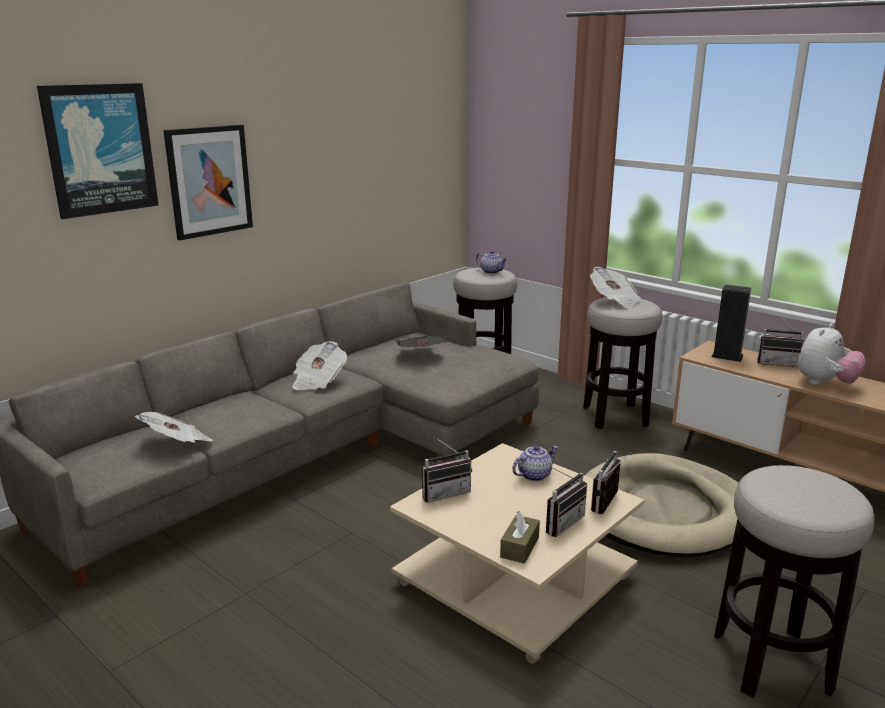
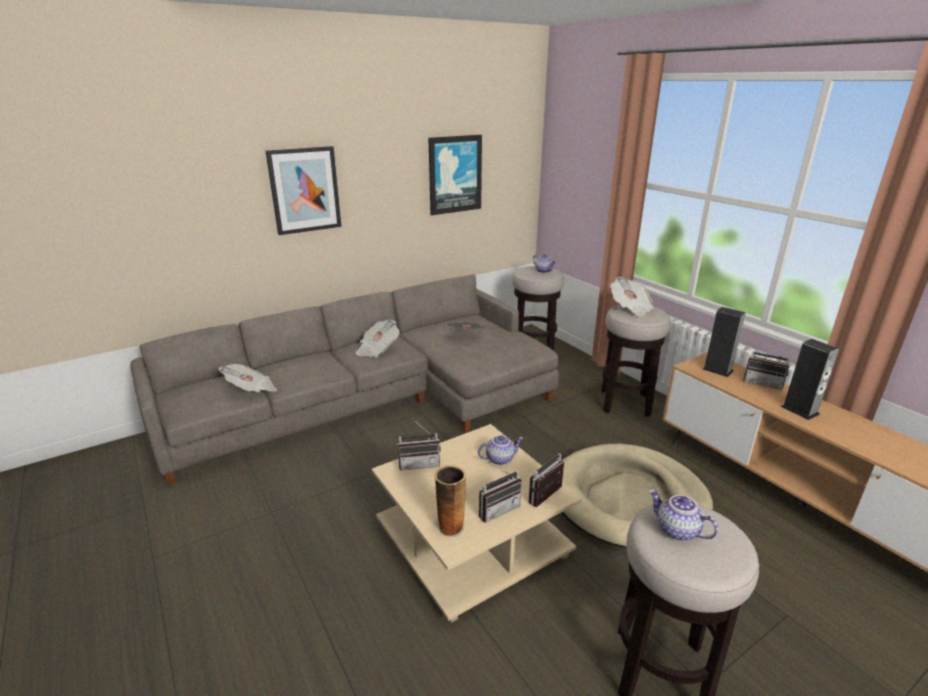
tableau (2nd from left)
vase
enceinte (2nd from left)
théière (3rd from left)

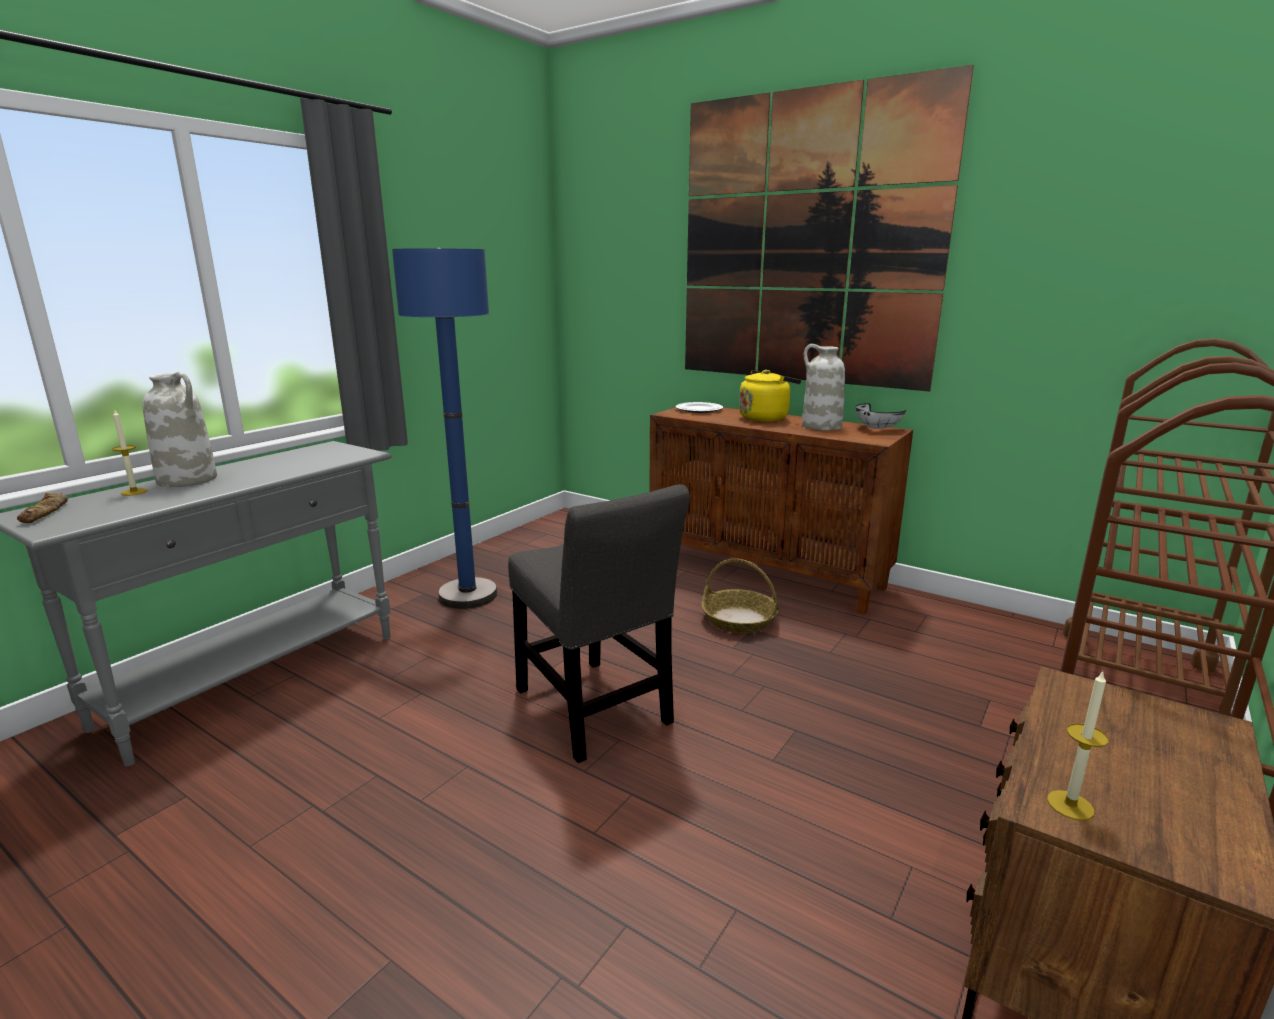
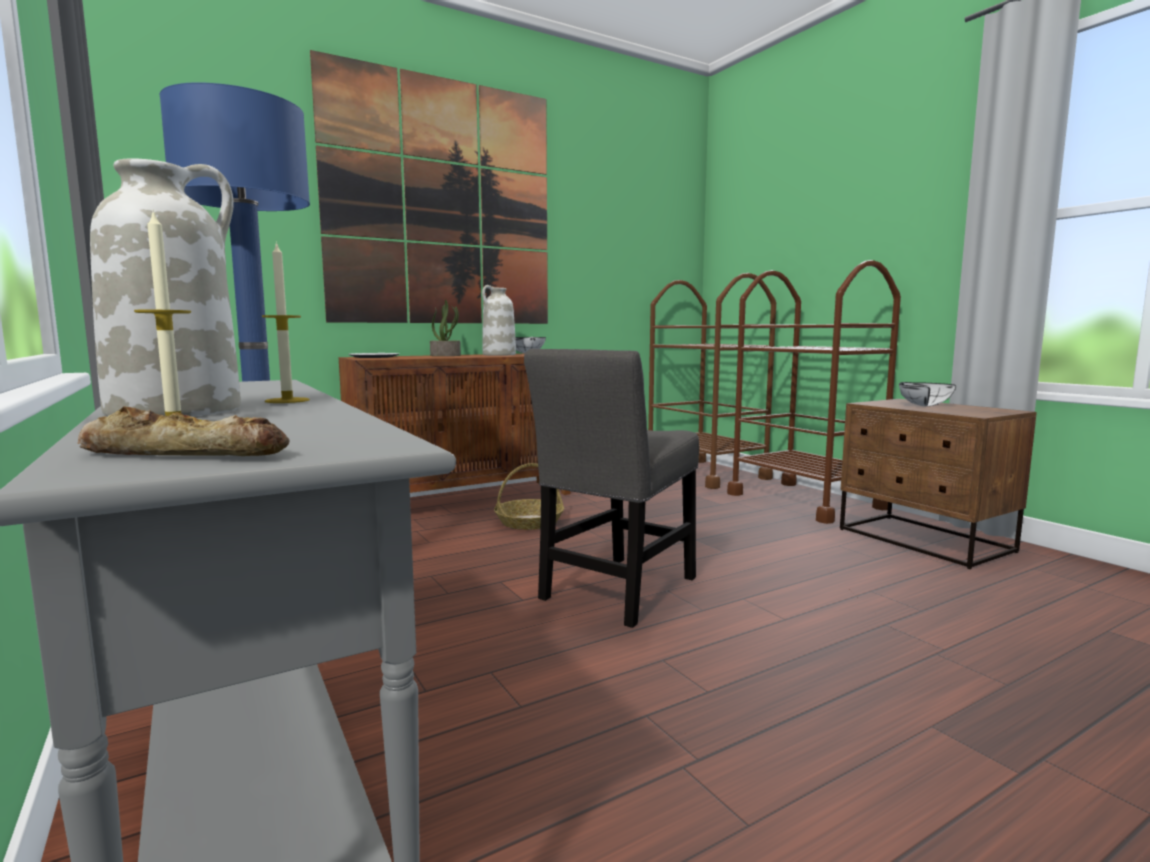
chaise/gris
plante en pot
bougie (2nd from left)
bol/blanc (2nd from left)

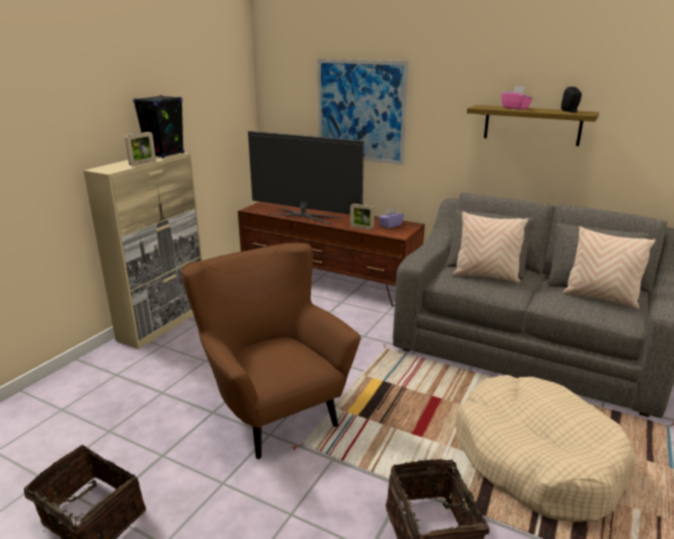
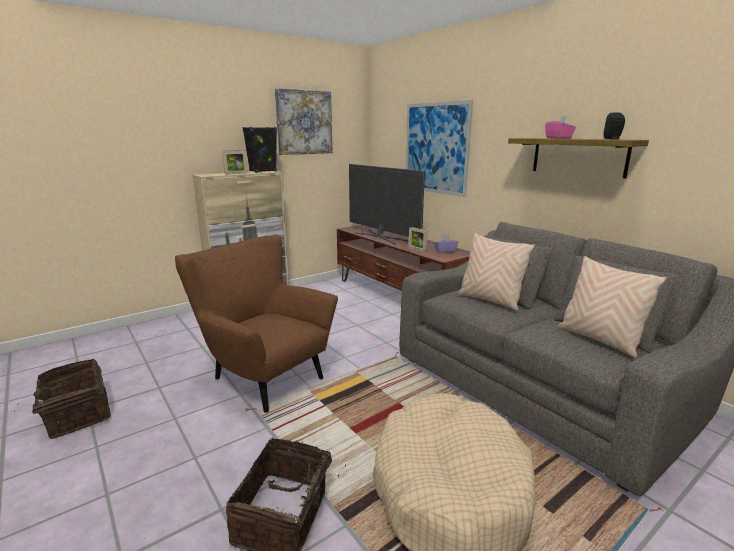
fauteuil/marron
tableau (1st from left)

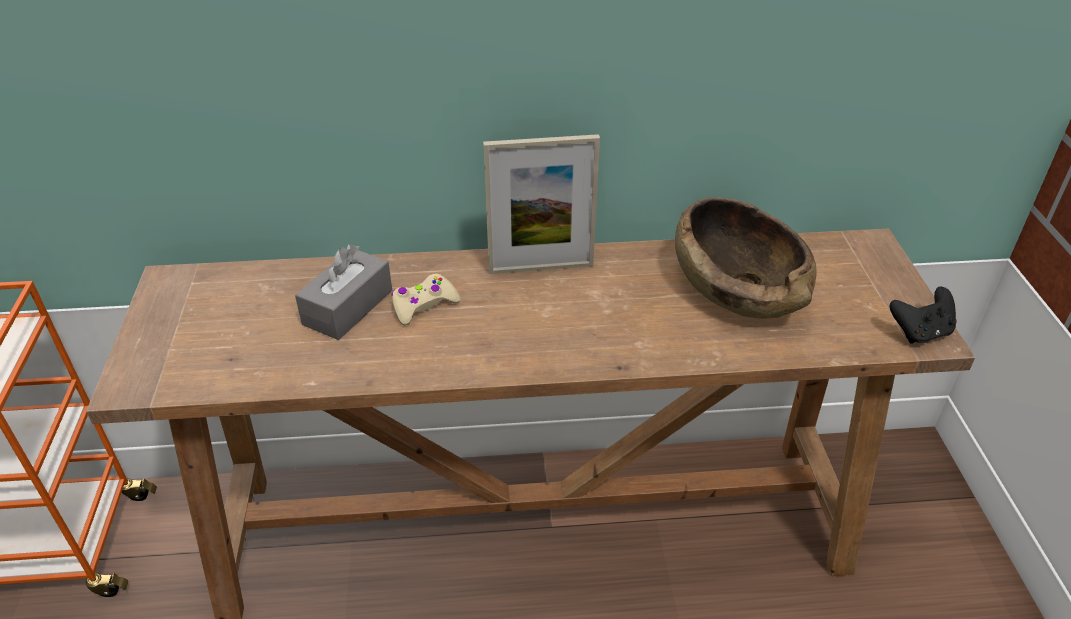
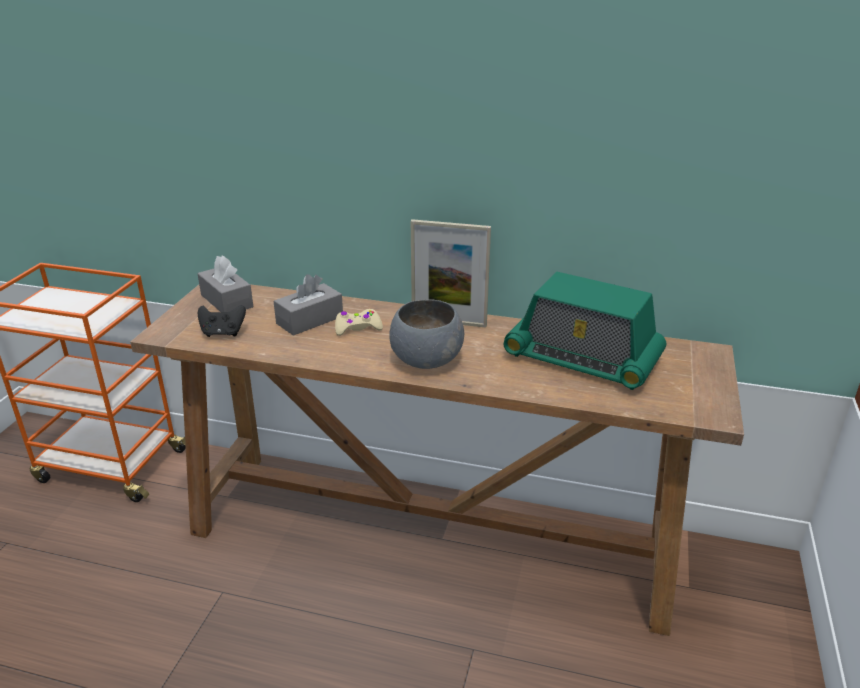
radio
manette/noir
boîte à mouchoirs/gris (1st from left)
bol/gris

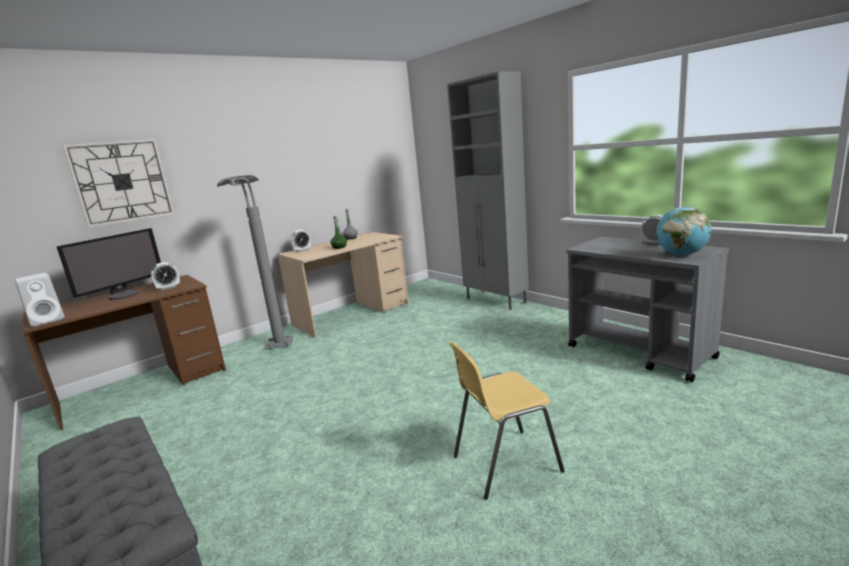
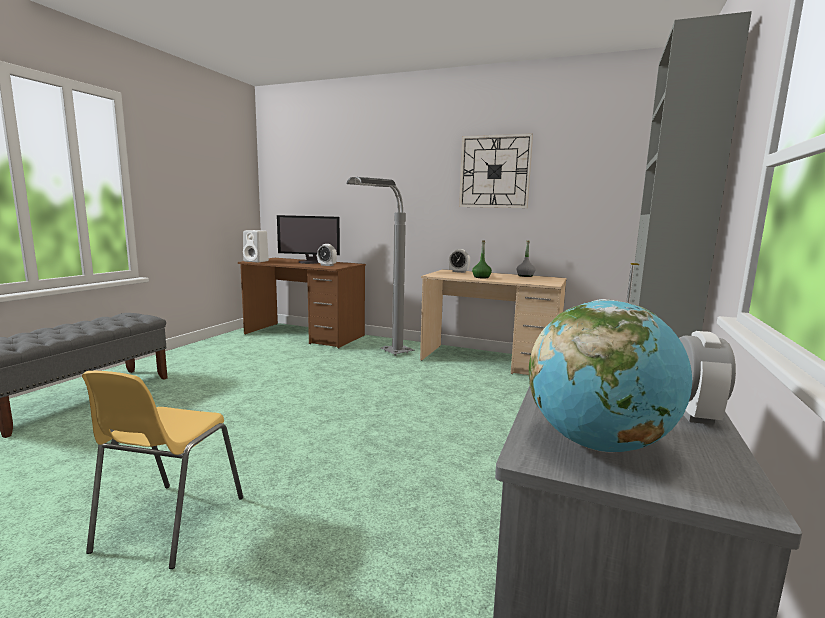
horloge murale
chaise/jaune

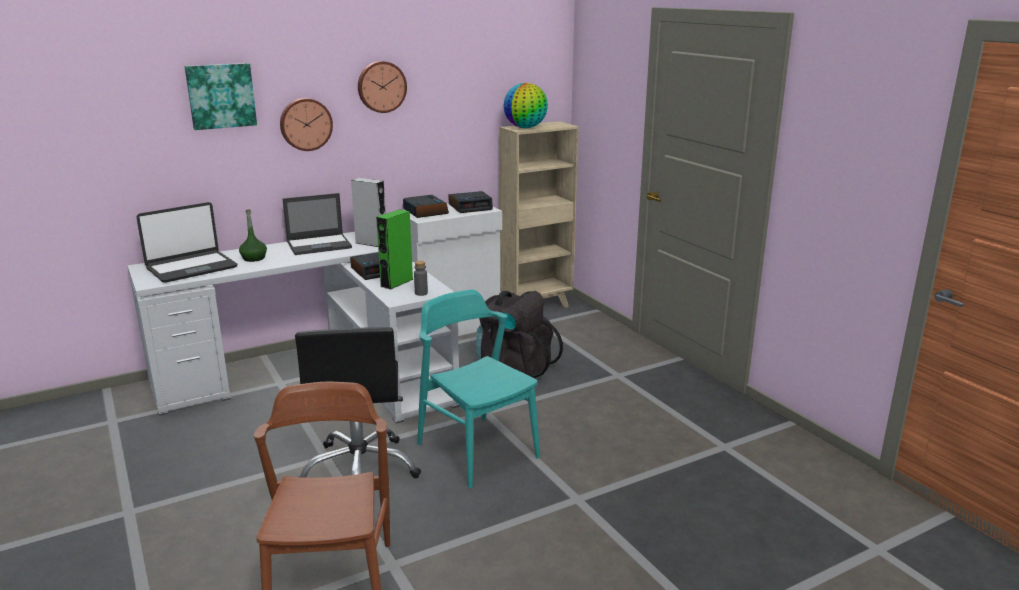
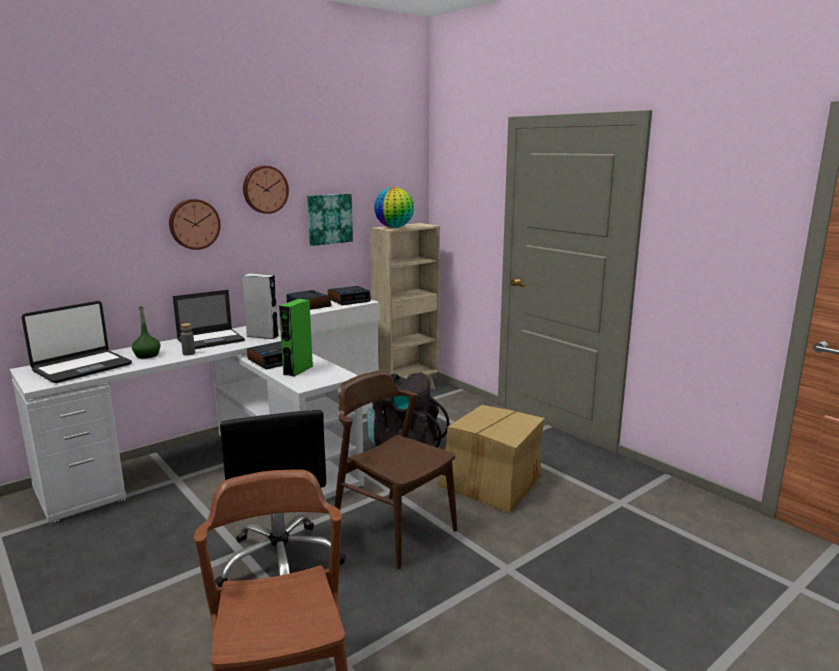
tableau
bouteille/gris
chaise/marron (2nd from left)
carton

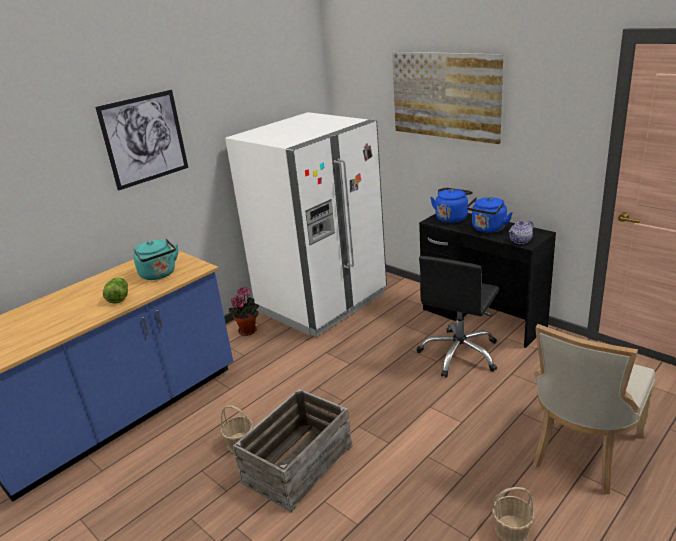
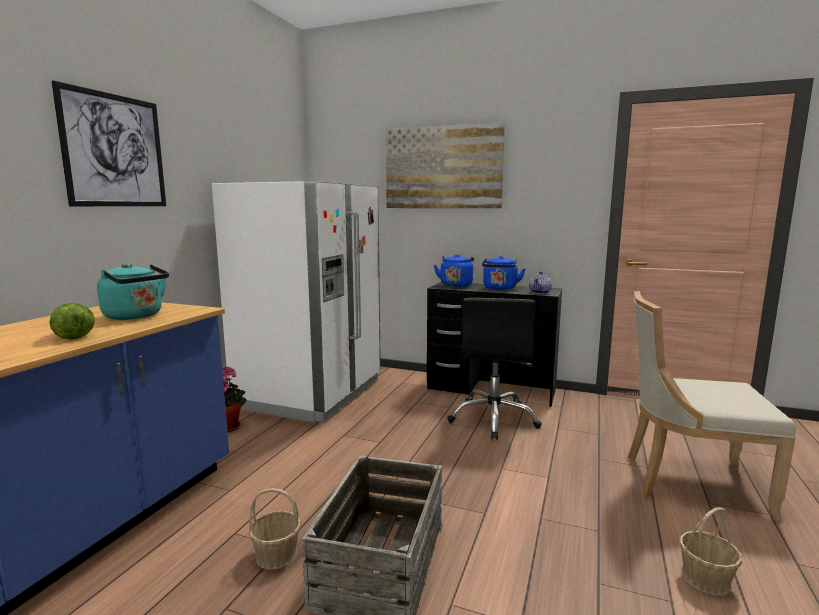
chaise/beige

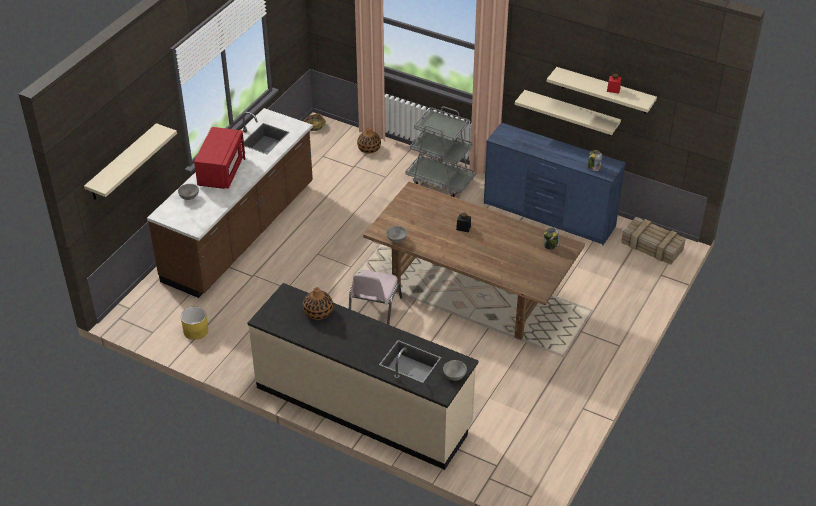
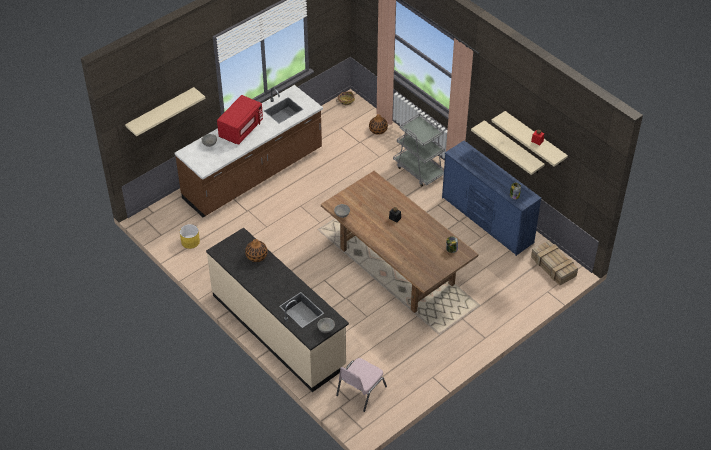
chaise/rose

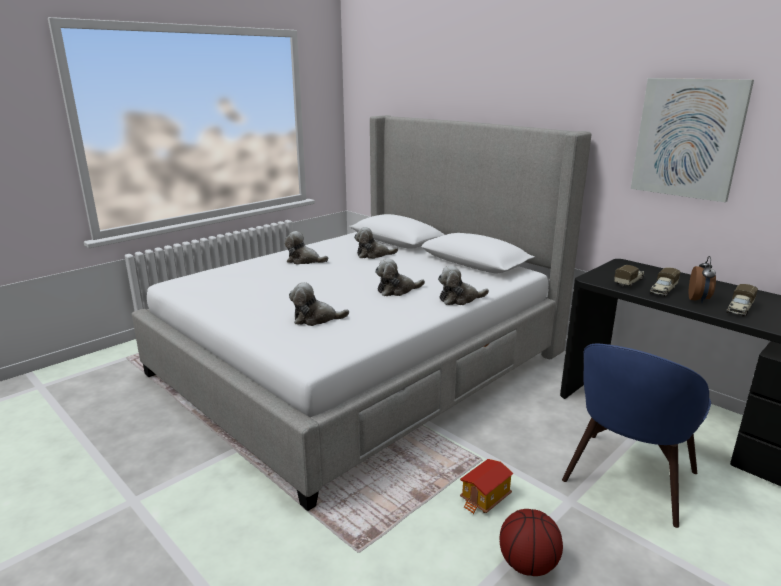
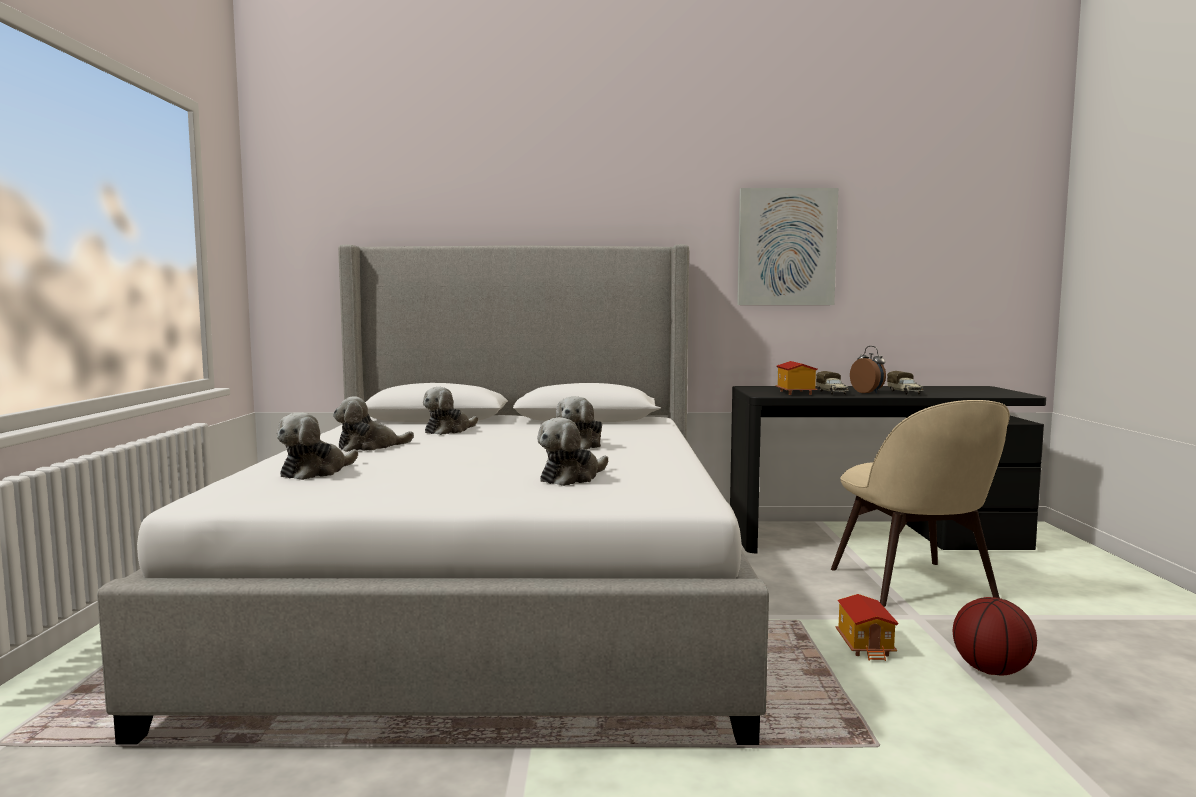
peluche (1st from left)
chaise/beige
maison miniature (1st from left)

